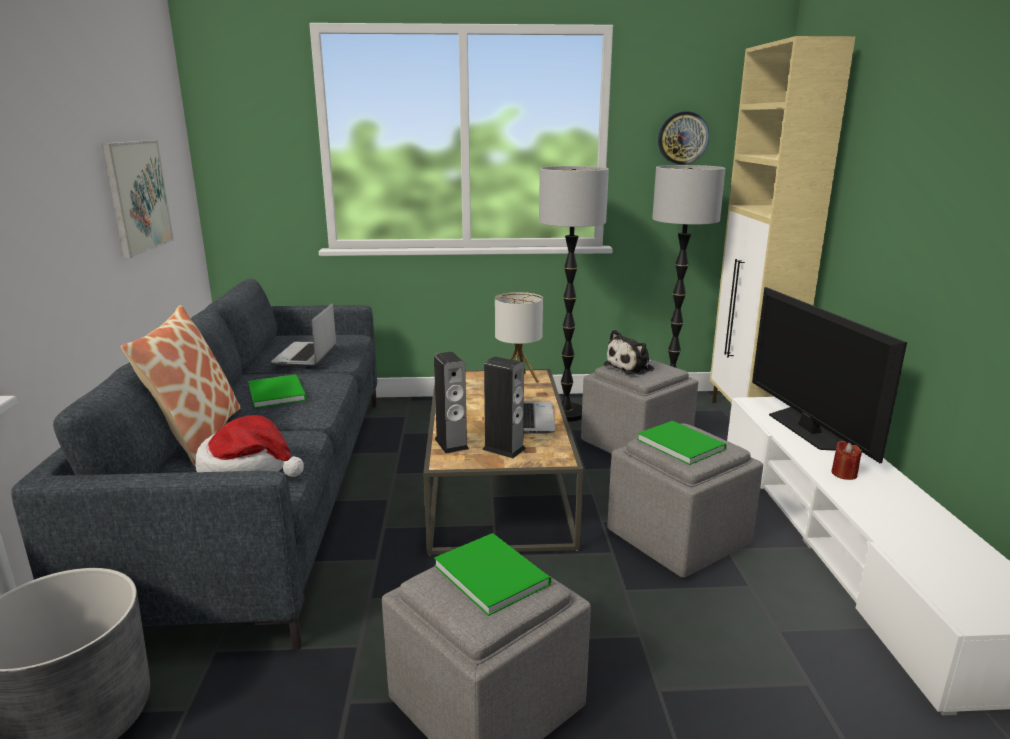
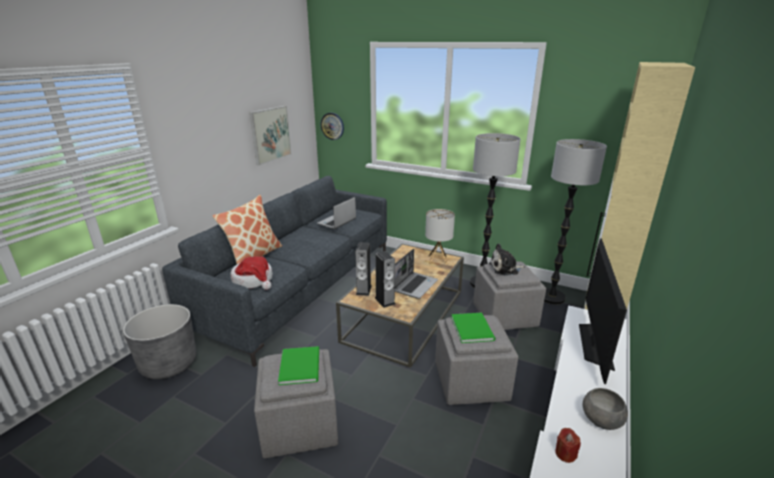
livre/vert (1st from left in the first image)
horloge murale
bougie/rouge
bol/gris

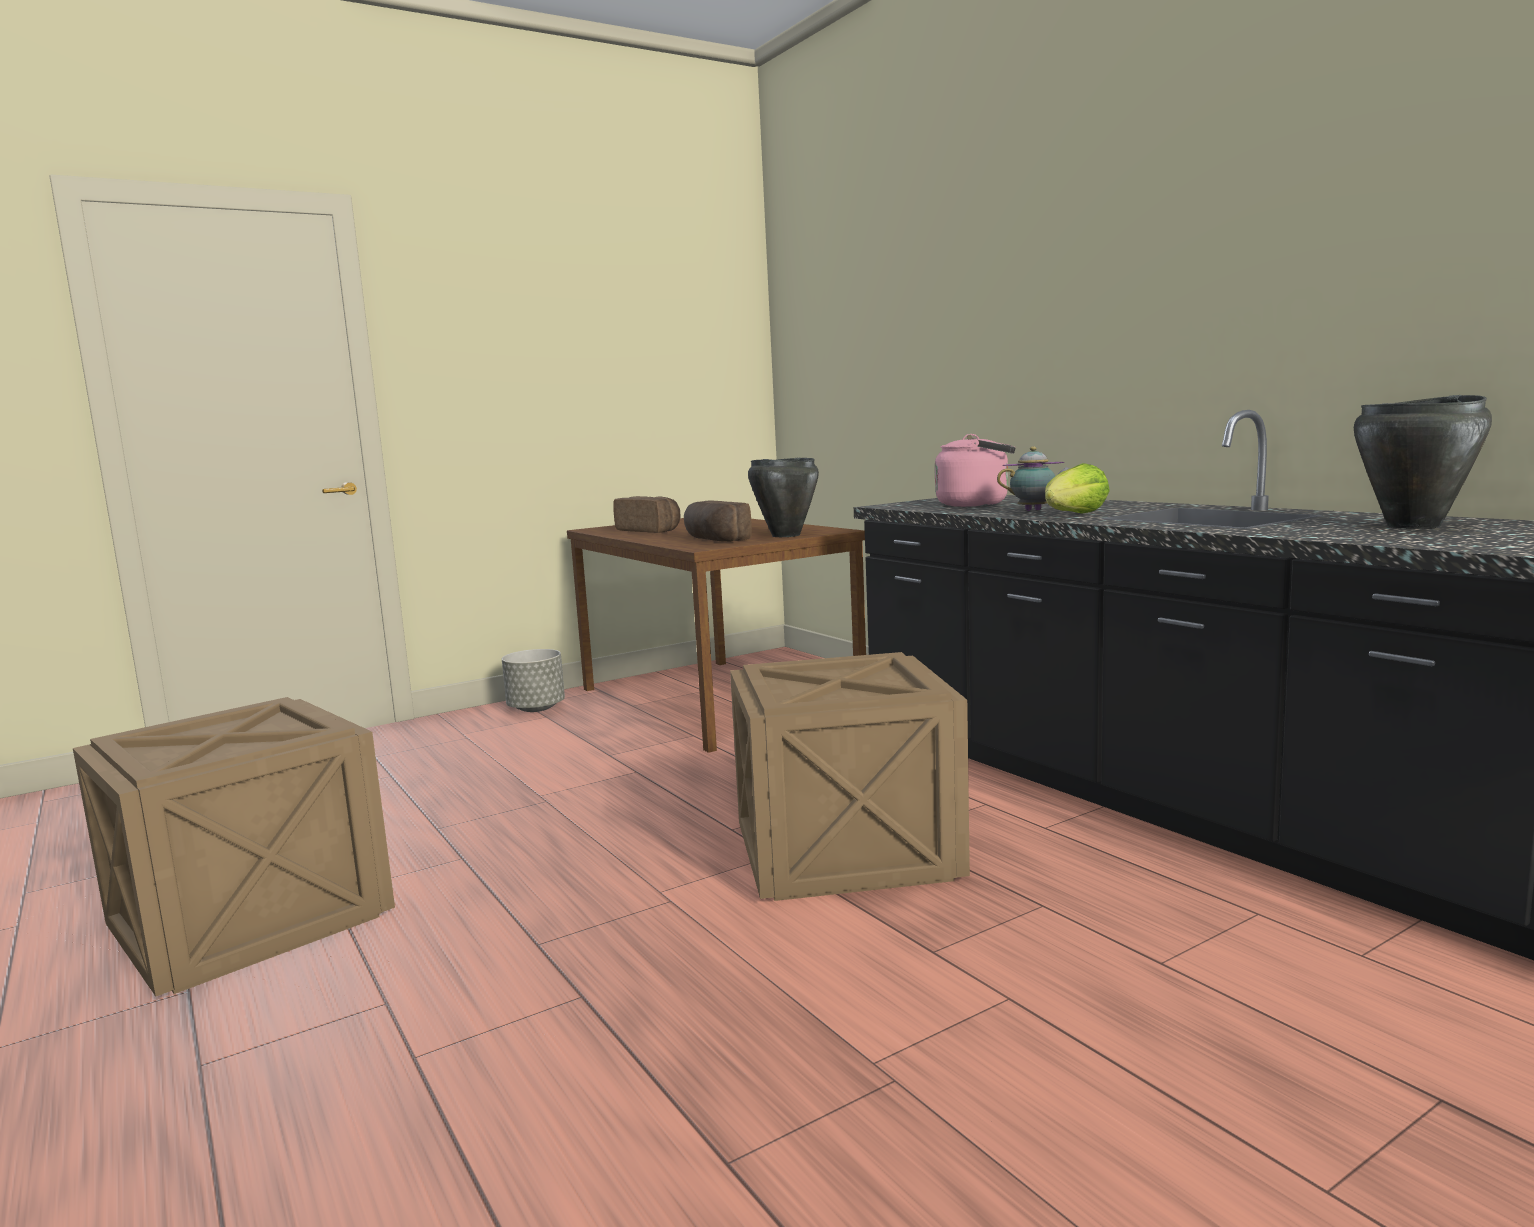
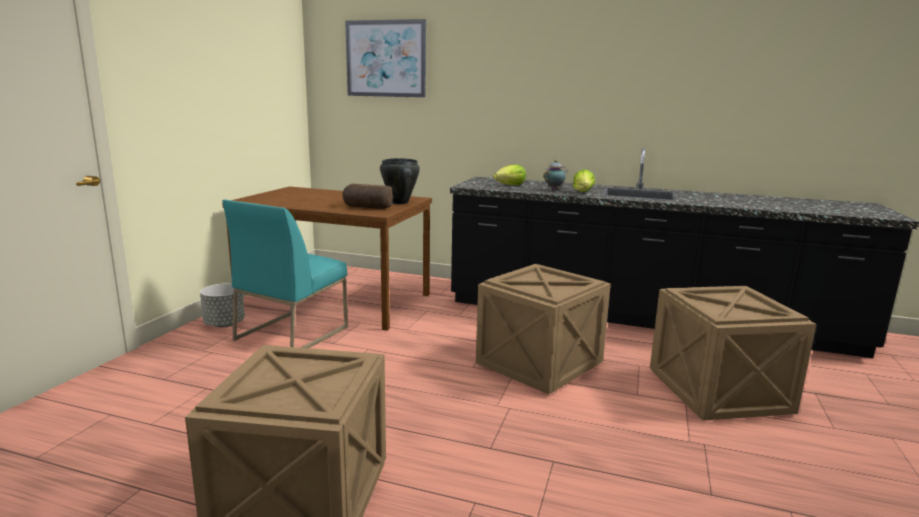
pain (1st from left in the first image)
laitue (1st from left)
marmite/noir (2nd from left in the first image)
chaise/turquoise
tableau
caisse (3rd from left)

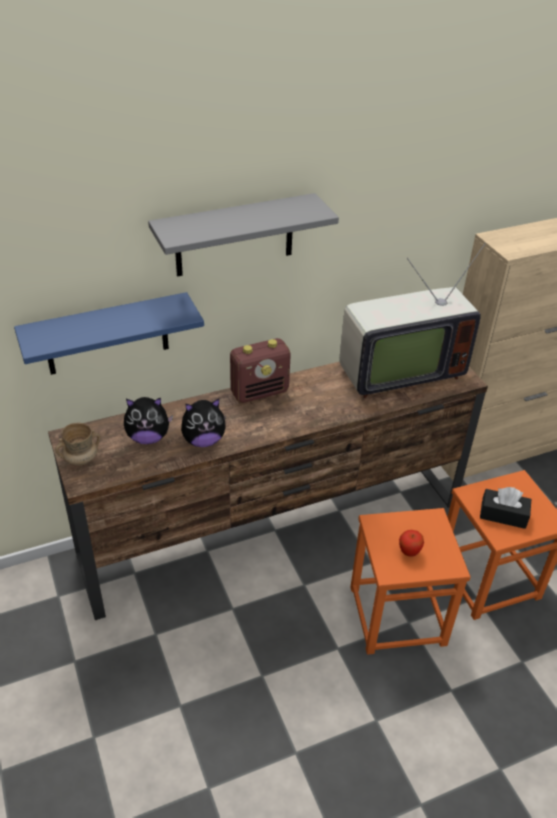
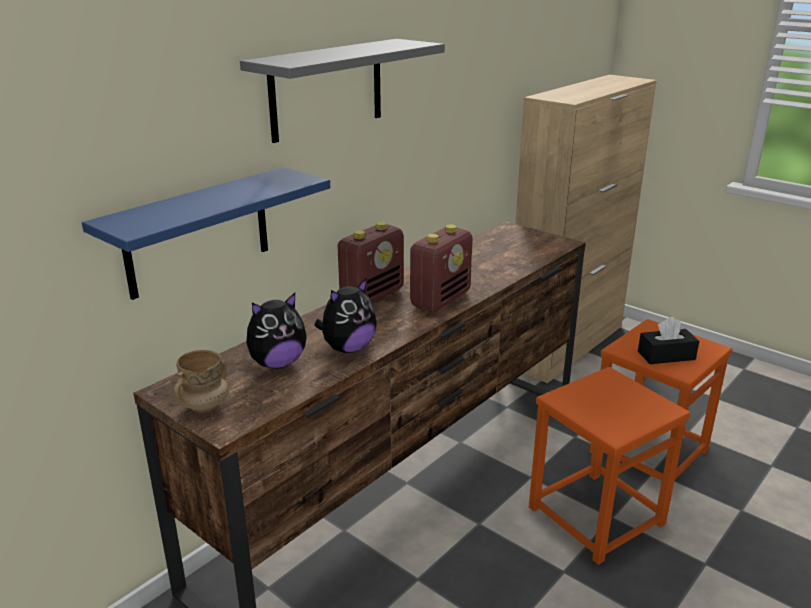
téléviseur
pomme
radio (2nd from left)

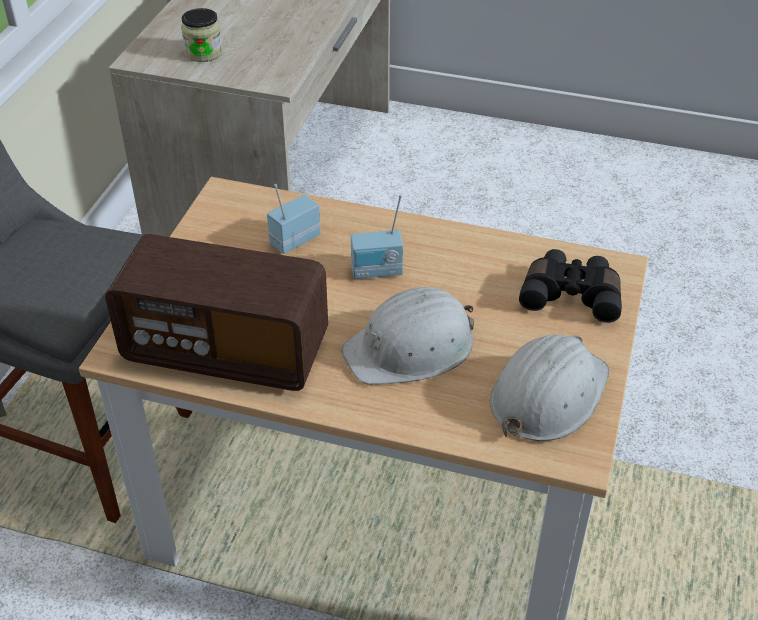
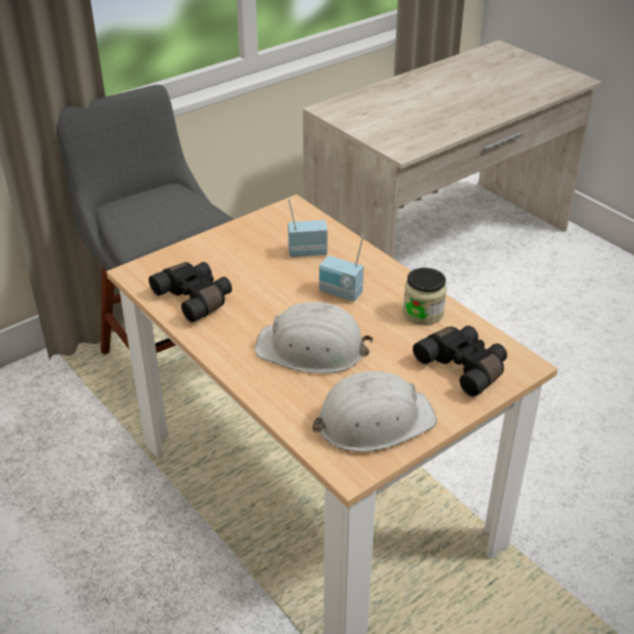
jumelles/noir (1st from left)
bocal

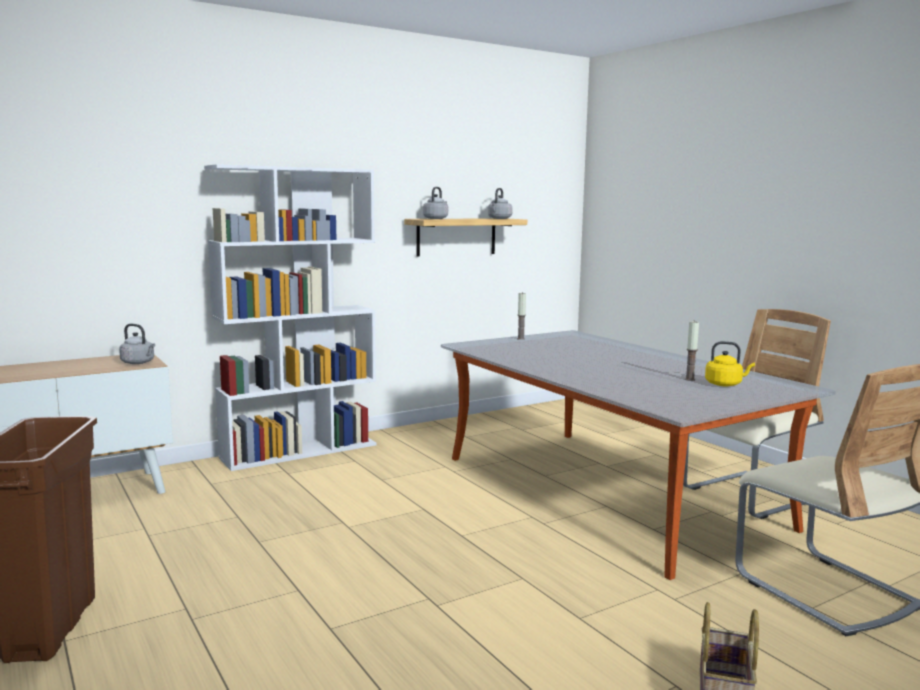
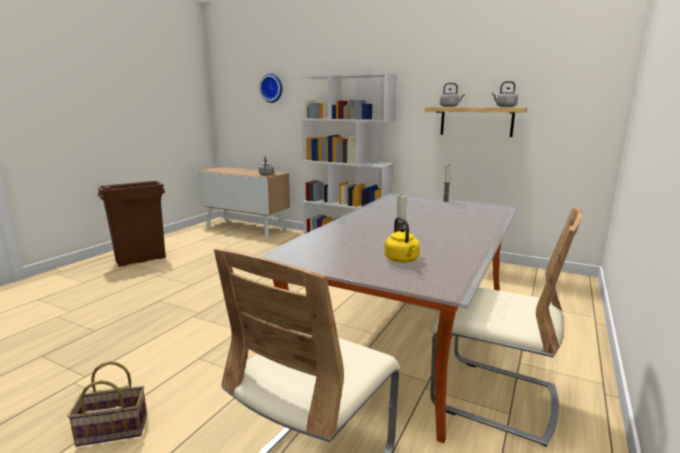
horloge murale

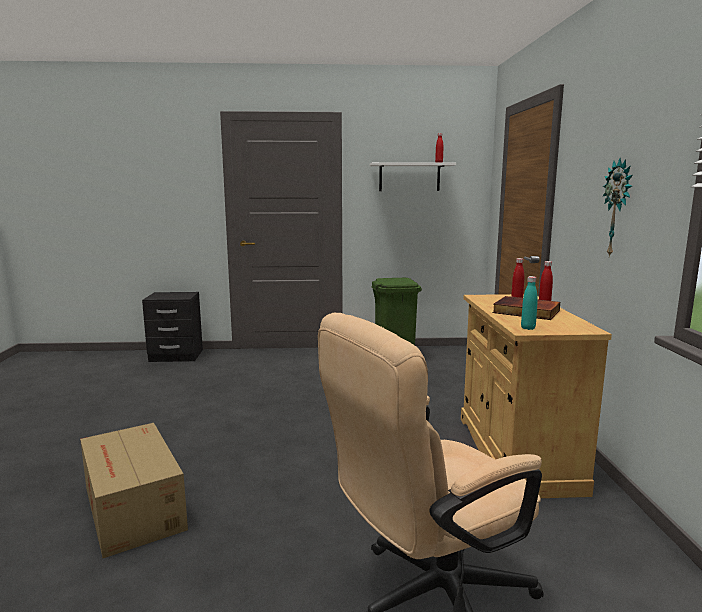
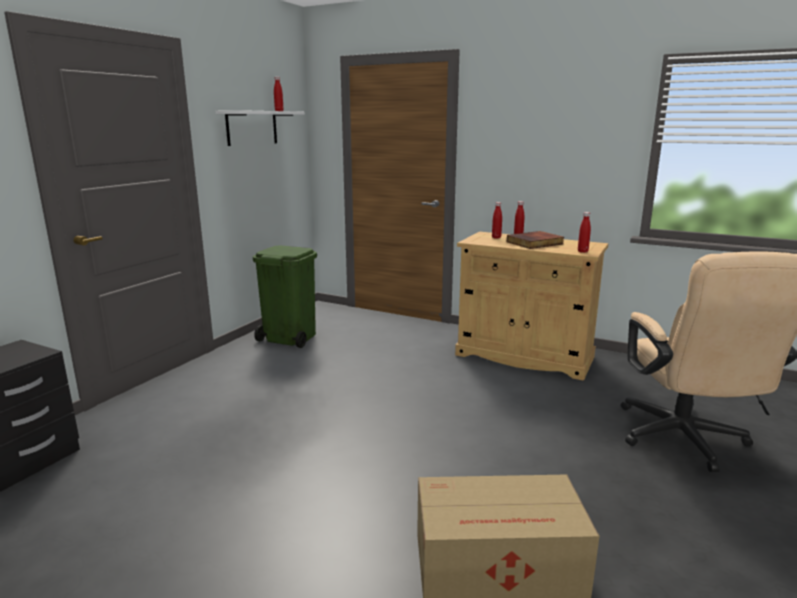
bouteille/rouge (4th from left)
horloge murale

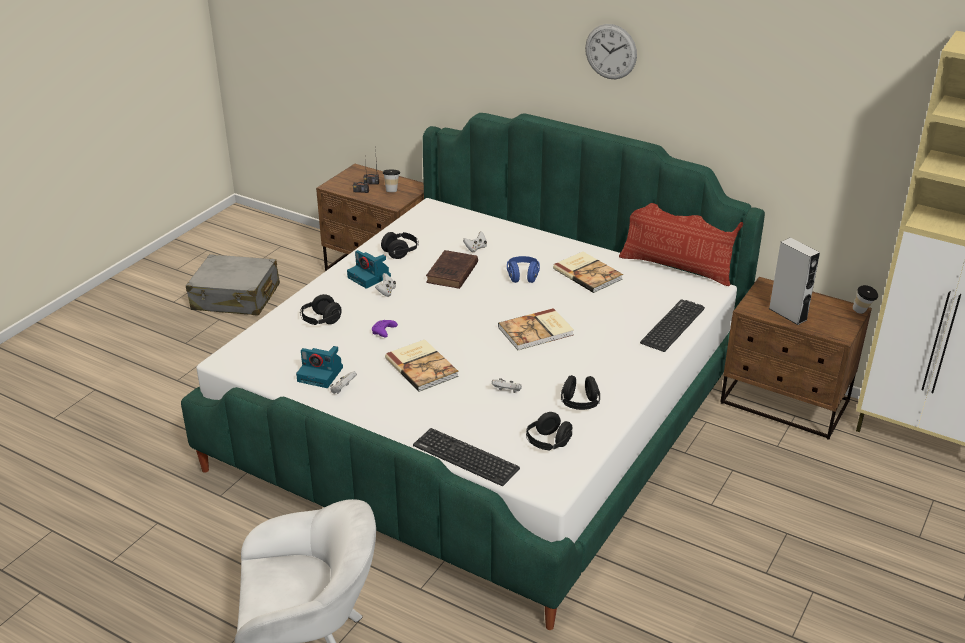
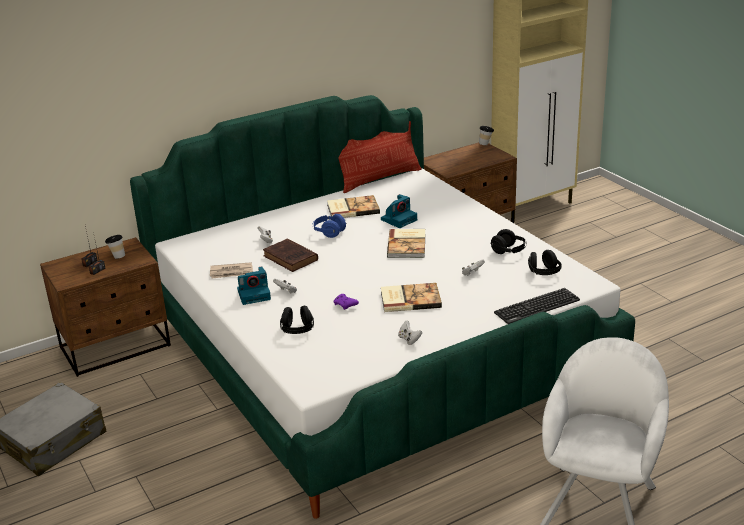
appareil photo (2nd from left)
journal
horloge murale
clavier (2nd from left in the first image)
enceinte/gris

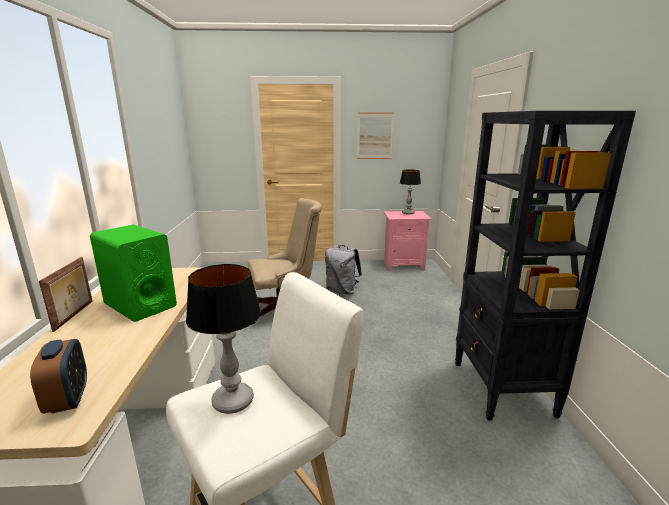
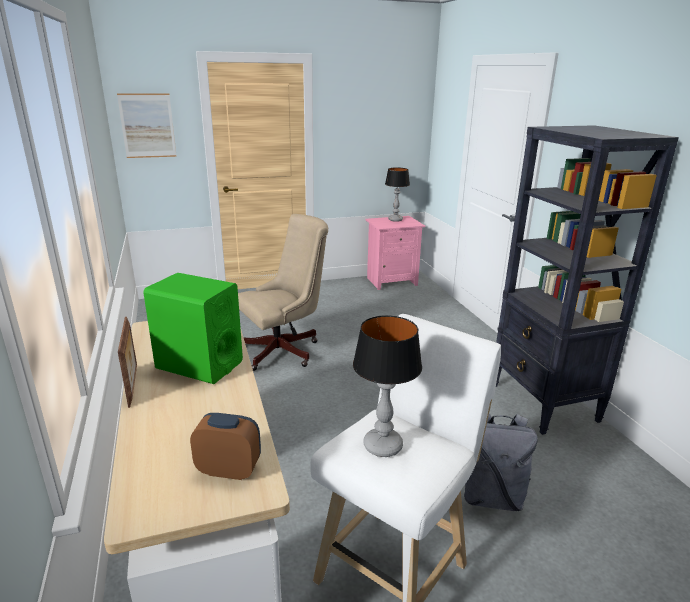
réveil
sac à dos/gris
tableau

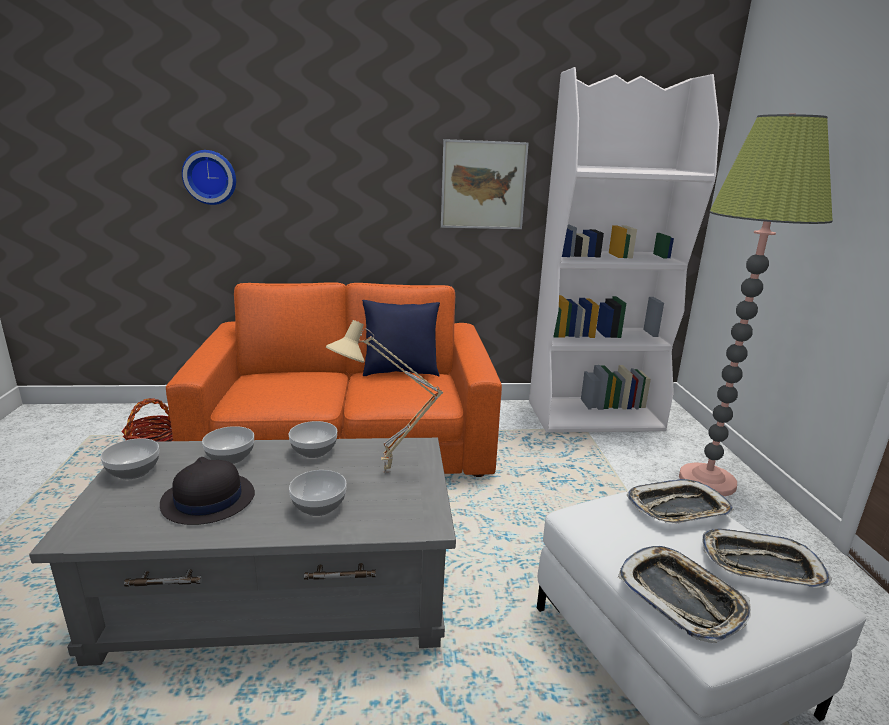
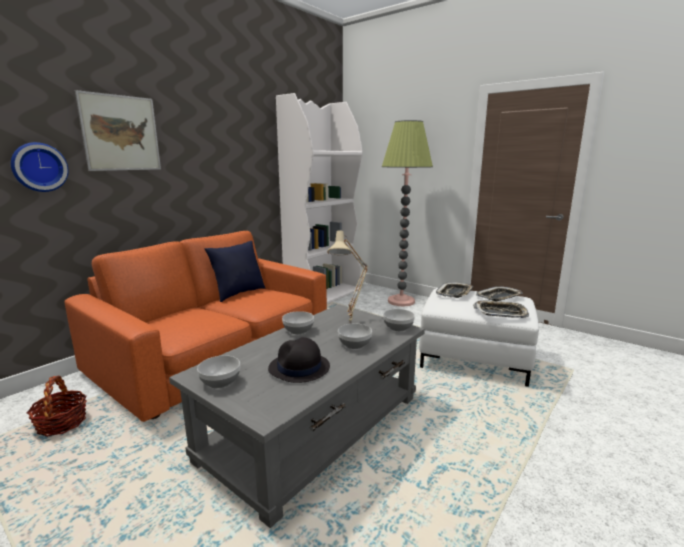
bol (4th from left)
tableau

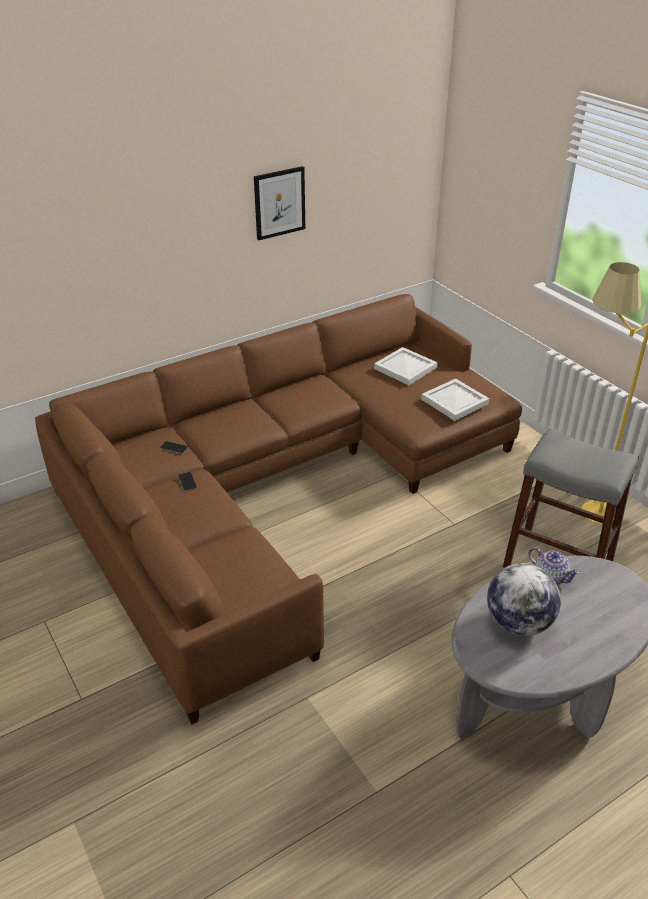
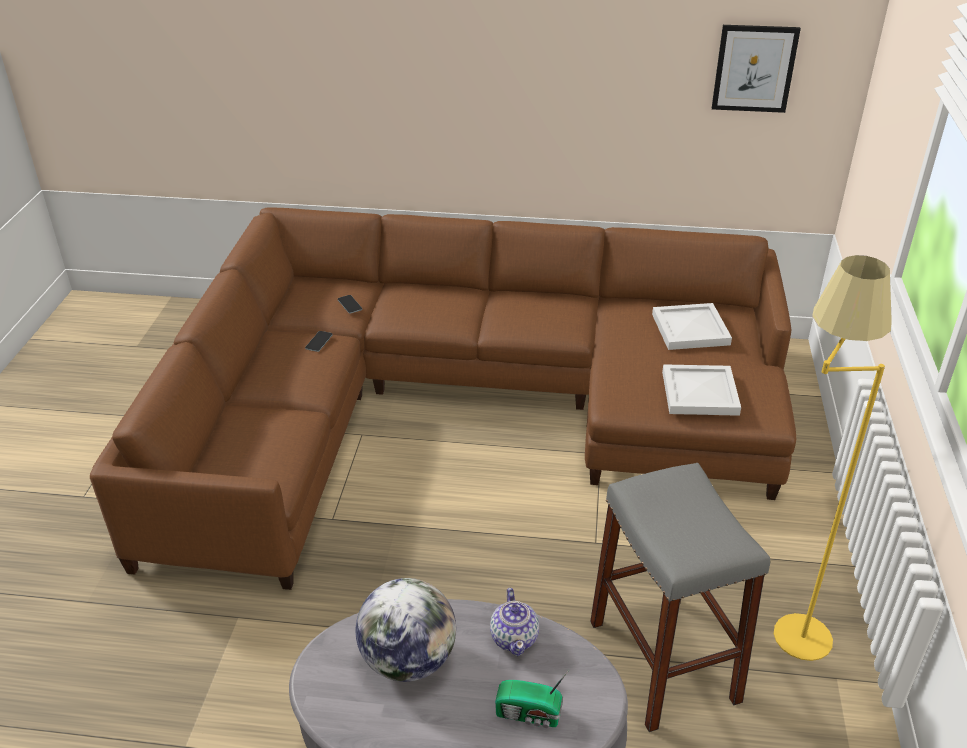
tableau
radio

